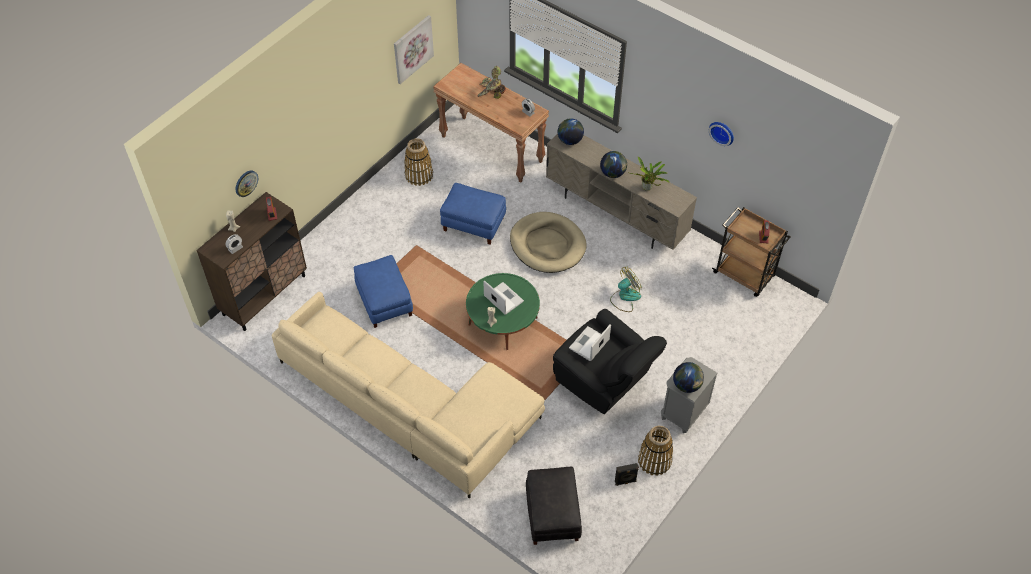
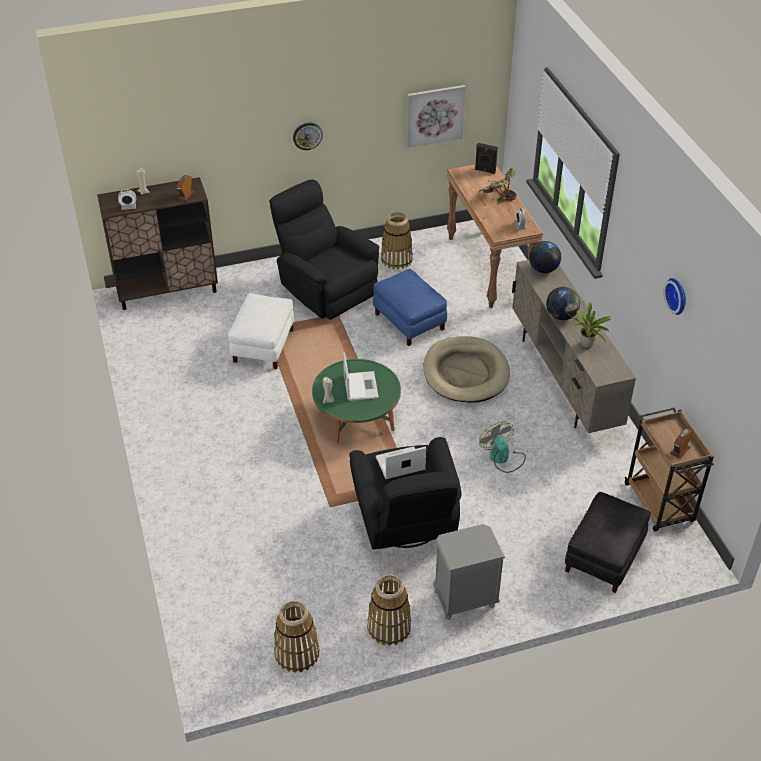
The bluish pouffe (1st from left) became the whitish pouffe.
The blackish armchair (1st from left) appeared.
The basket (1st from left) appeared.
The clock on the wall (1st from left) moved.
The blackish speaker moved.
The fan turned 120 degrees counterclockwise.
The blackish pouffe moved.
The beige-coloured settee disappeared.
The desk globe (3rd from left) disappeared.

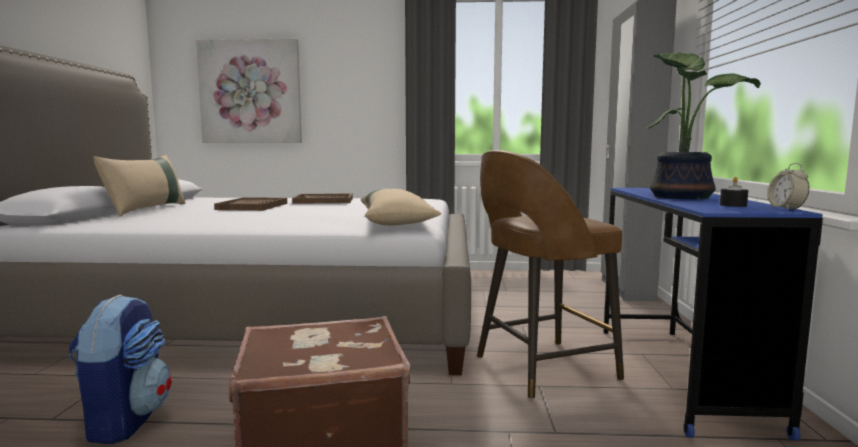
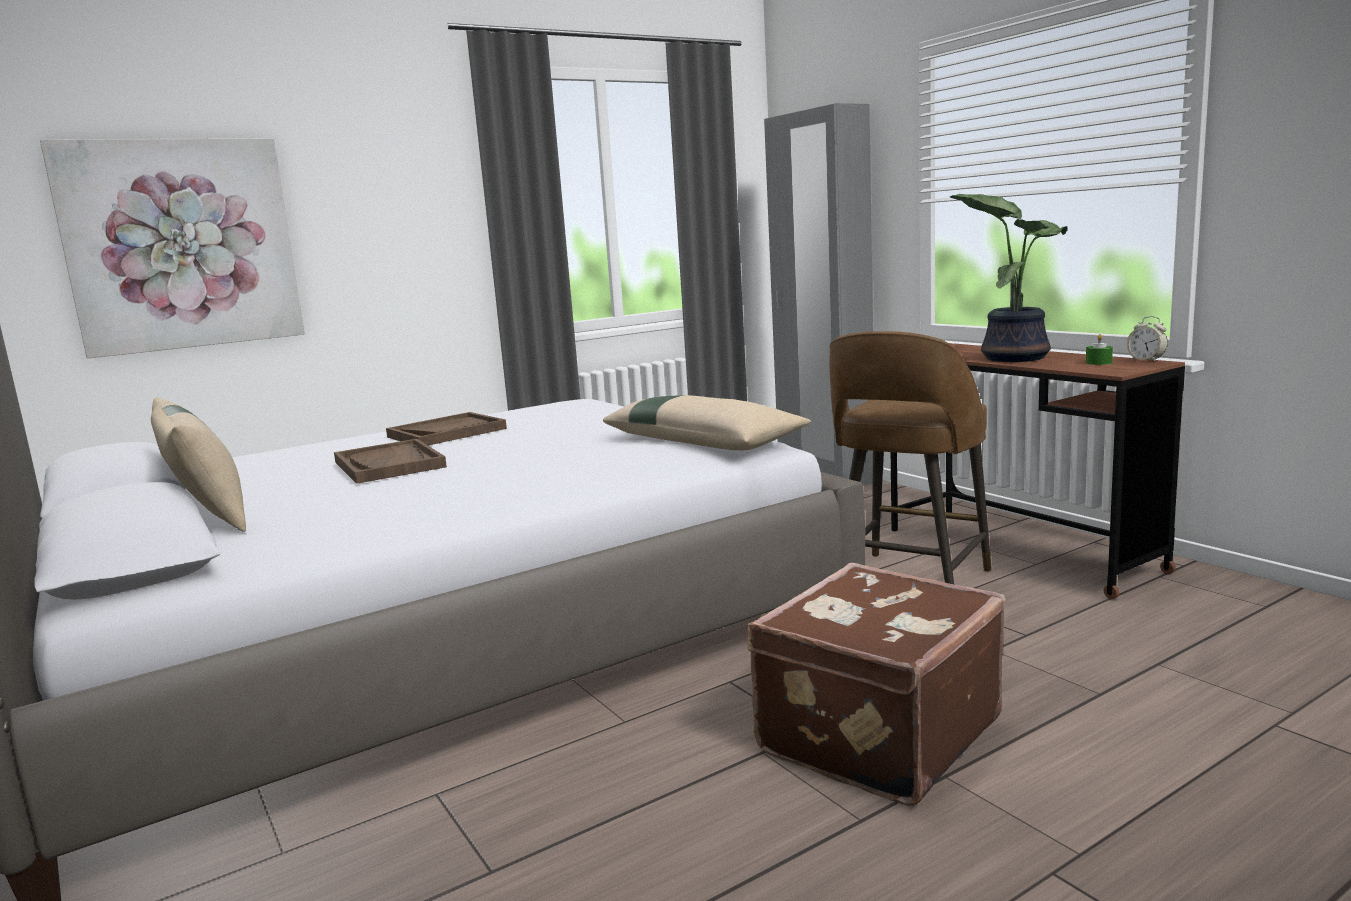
The bluish desk became the brown-coloured desk.
The blackish wax candle became the green-coloured wax candle.
The backpack disappeared.

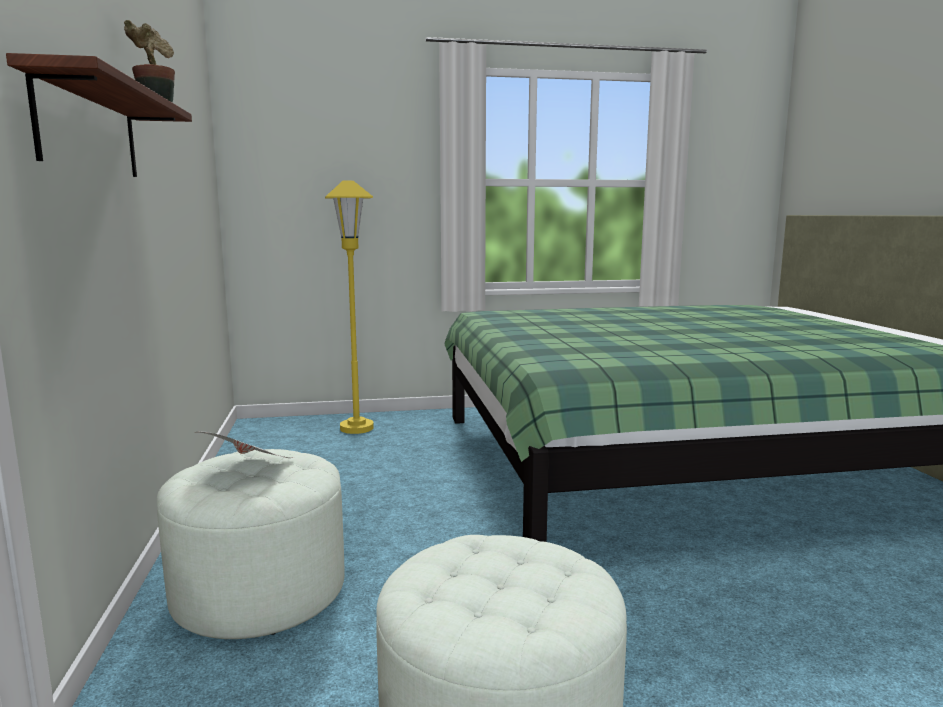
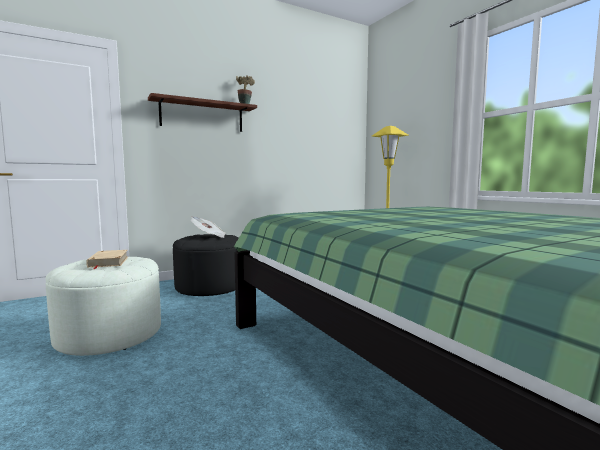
The beige-coloured volume appeared.
The whitish pouffe (1st from left) became the blackish pouffe.

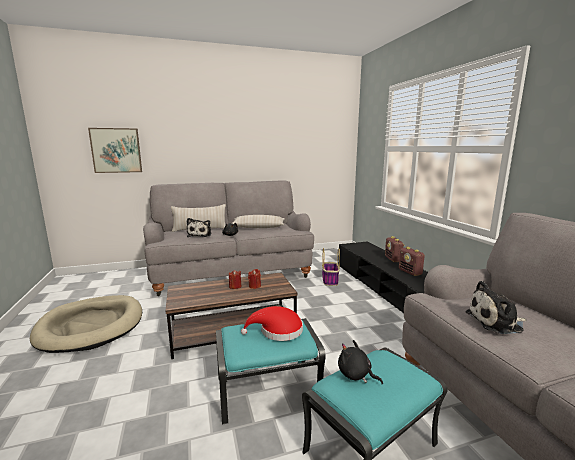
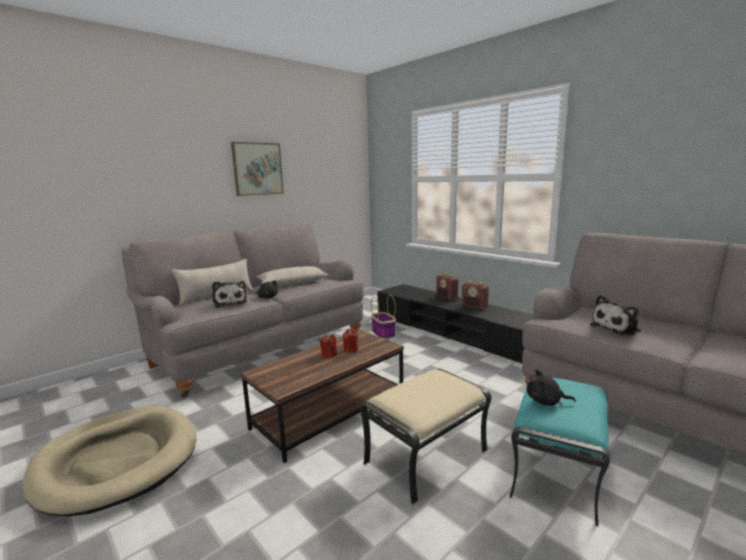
The picture moved.
The turquoise pouffe (1st from left) became the beige-coloured pouffe.
The red clothing hat disappeared.

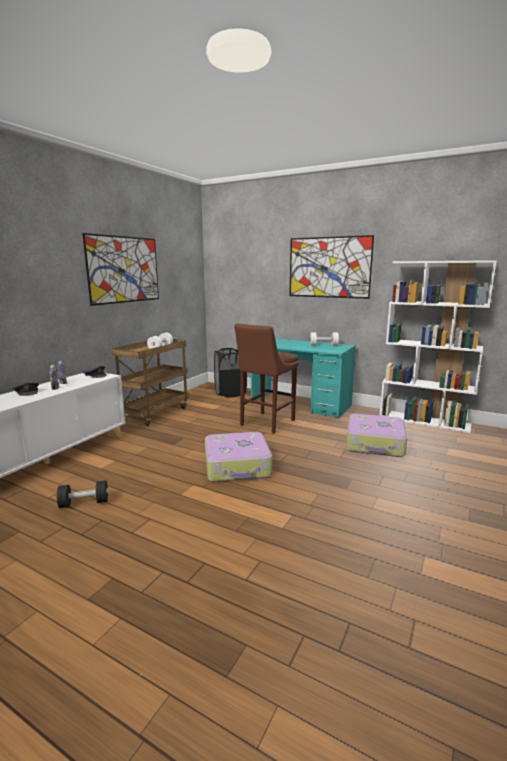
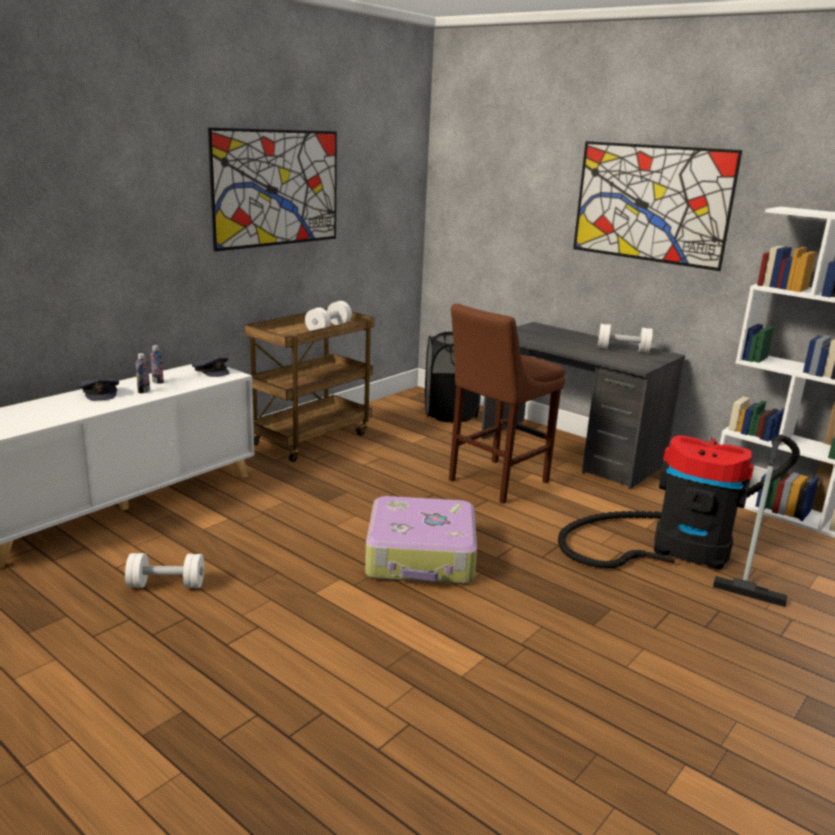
The blackish dumbbell became the whitish dumbbell (1st from left).
The turquoise desk became the grey desk.
The piece of luggage (2nd from left) was replaced by the vacuum.

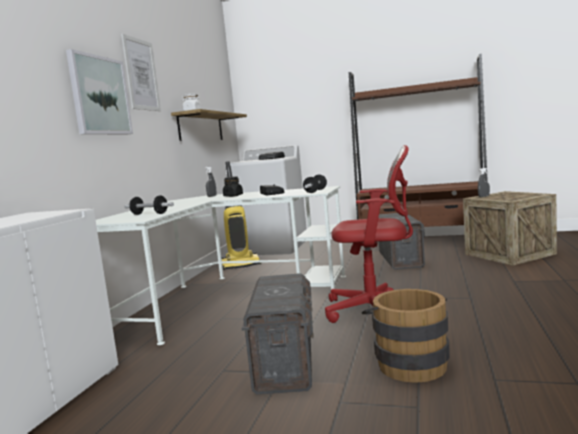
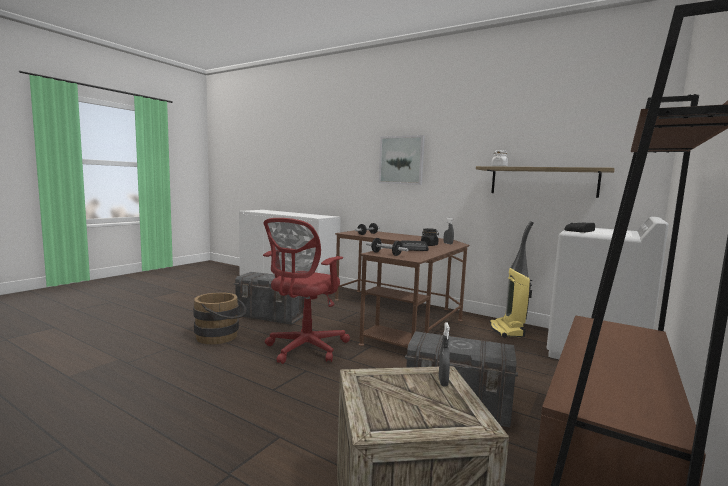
The whitish desk became the brown-coloured desk.
The picture (2nd from left) disappeared.

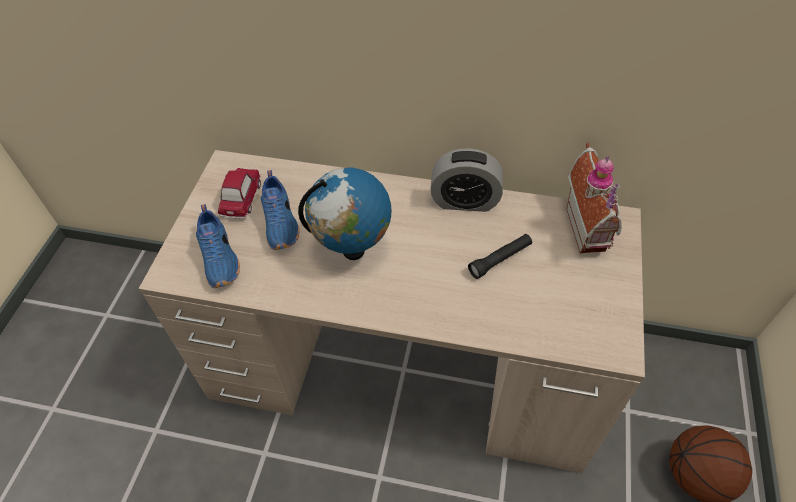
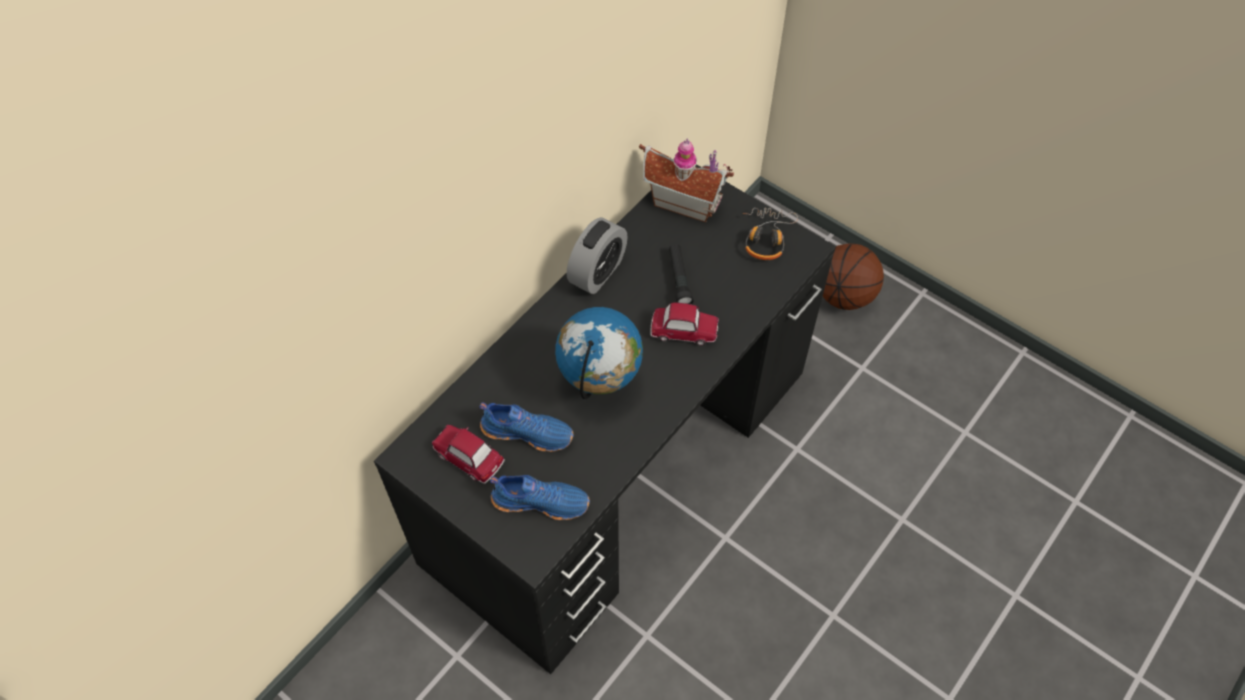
The beige-coloured desk became the blackish desk.
The toy car (2nd from left) appeared.
The headset appeared.

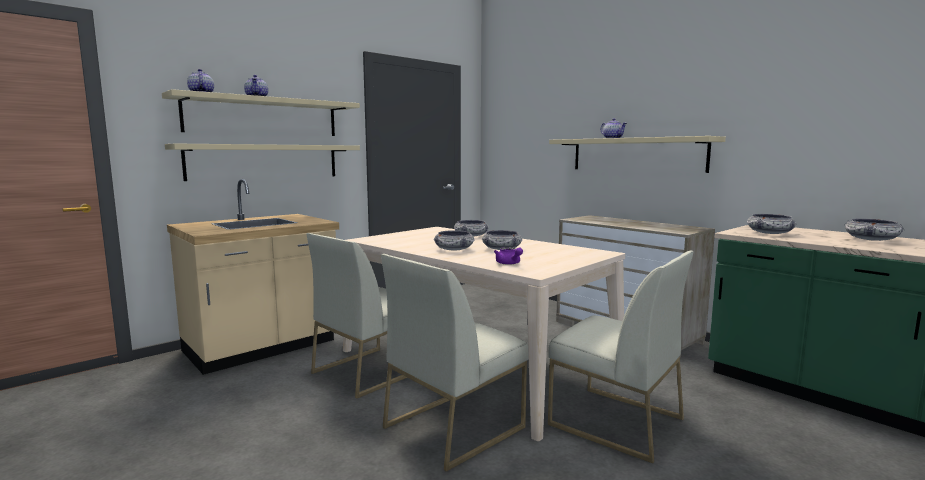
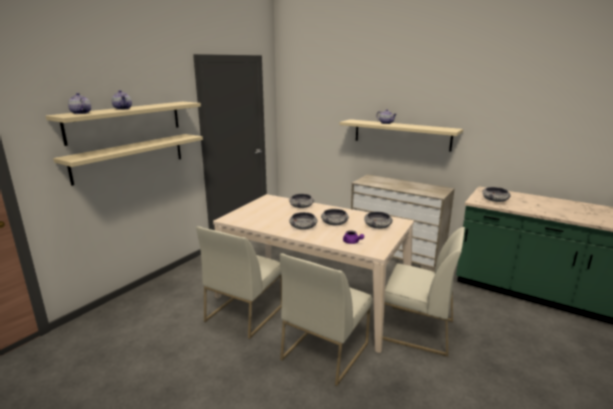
The serving bowl (5th from left in the first image) moved.
The beige-coloured counter disappeared.

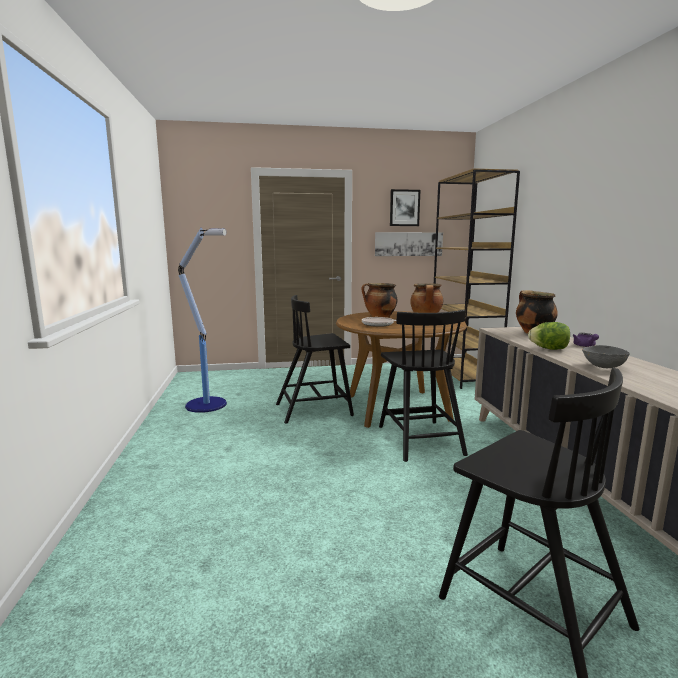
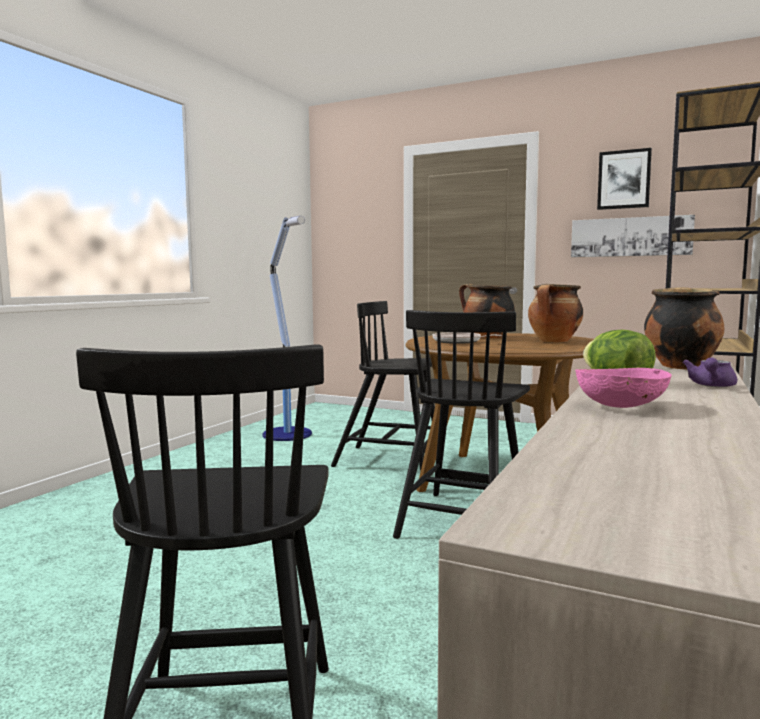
The grey serving bowl became the pink serving bowl.

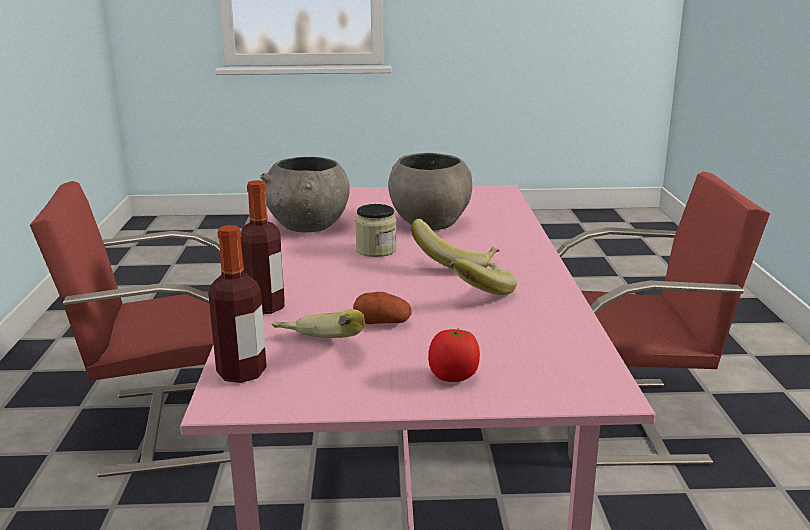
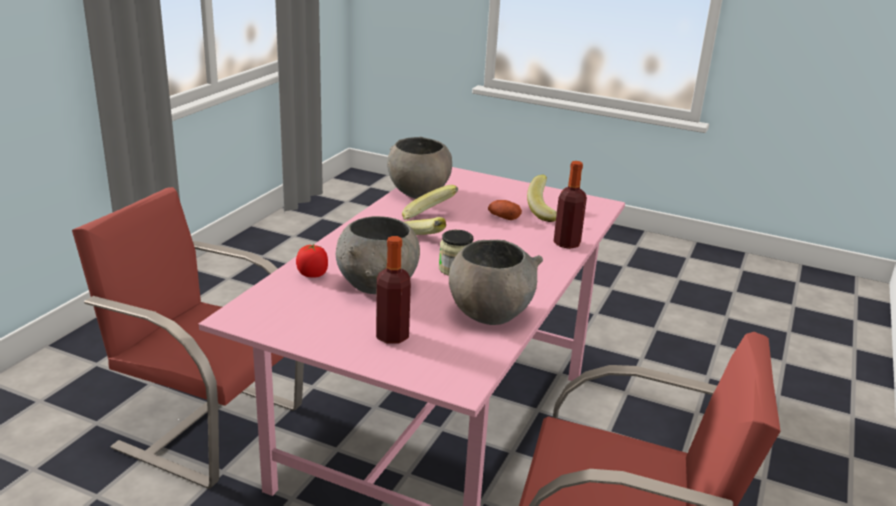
The fresh tomato moved.
The beverage bottle (1st from left) moved.
The grey serving bowl (2nd from left) appeared.

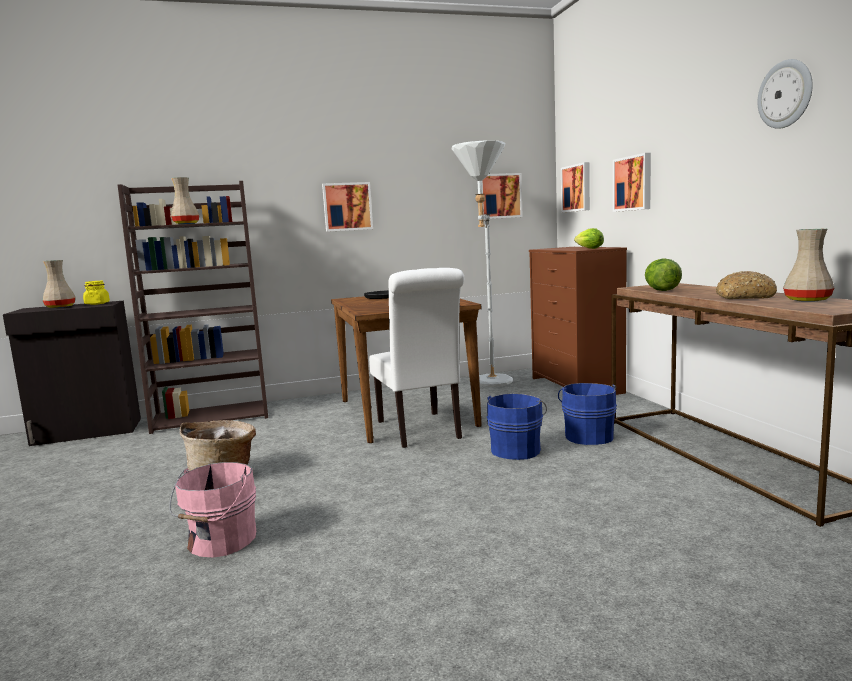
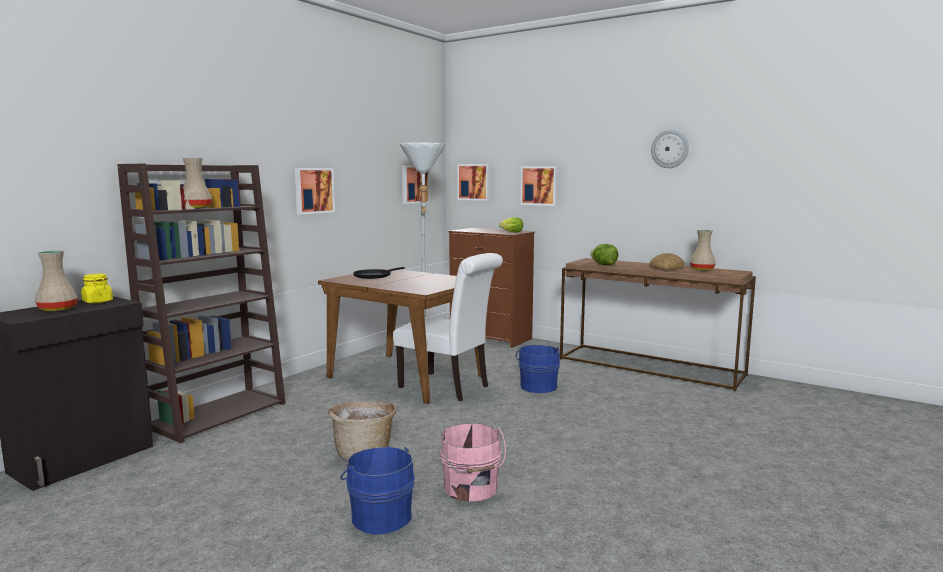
The bluish bucket (2nd from left in the first image) moved.

